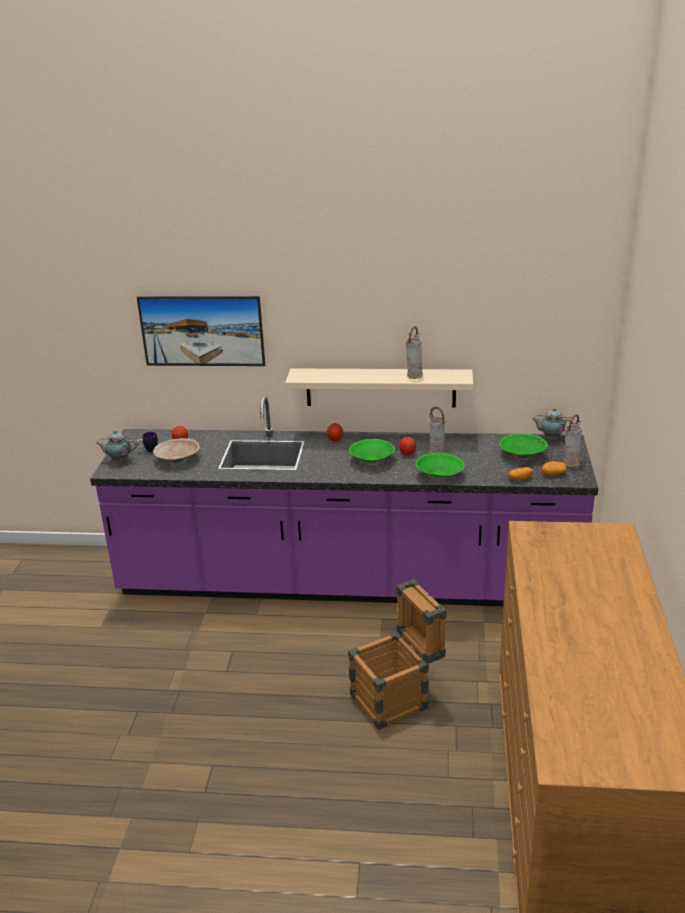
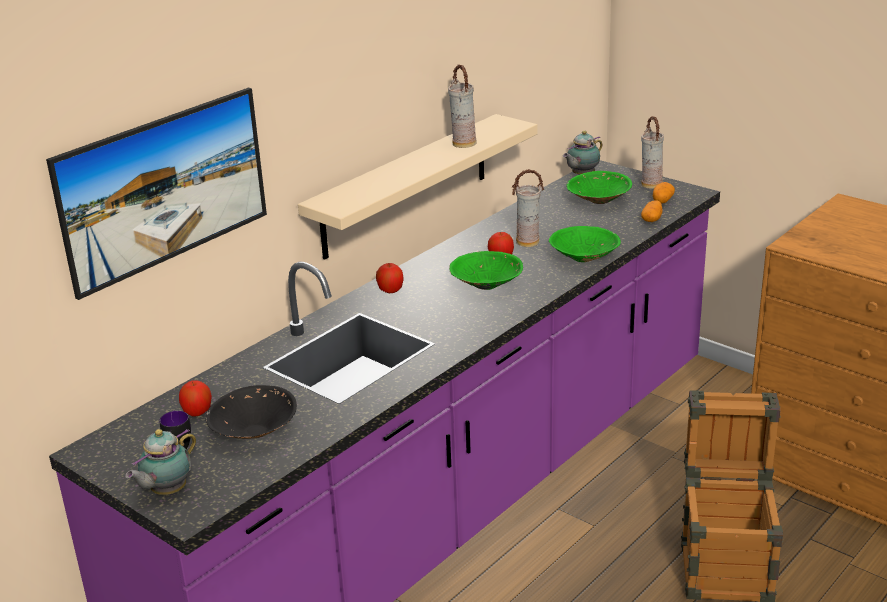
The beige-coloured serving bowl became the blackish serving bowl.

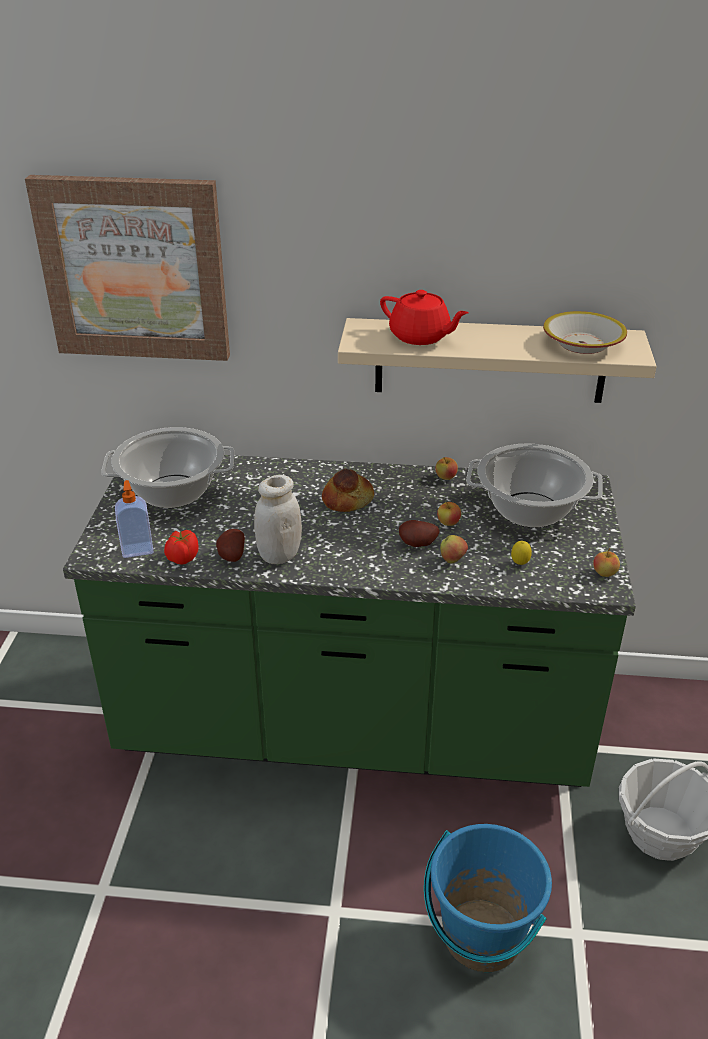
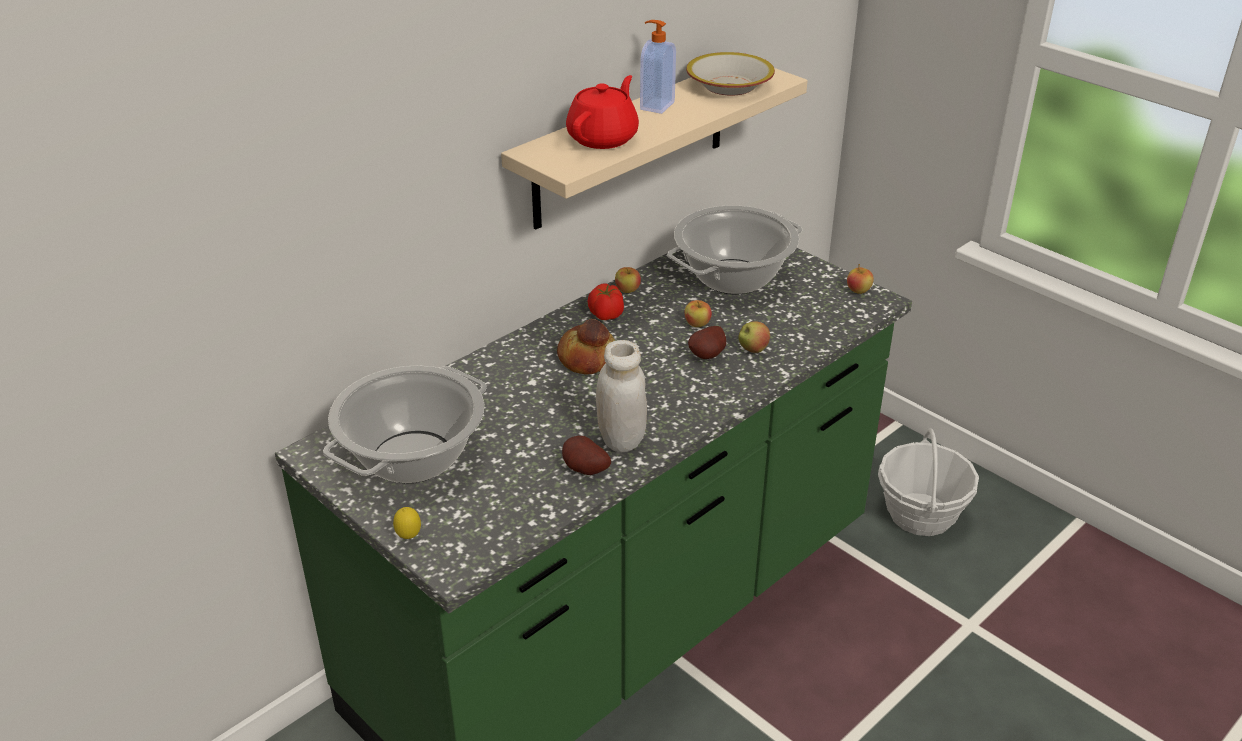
The citrus fruit moved.
The red tea pot turned 45 degrees counterclockwise.
The fresh tomato moved.
The soap bottle moved.
The picture disappeared.
The bluish bucket disappeared.

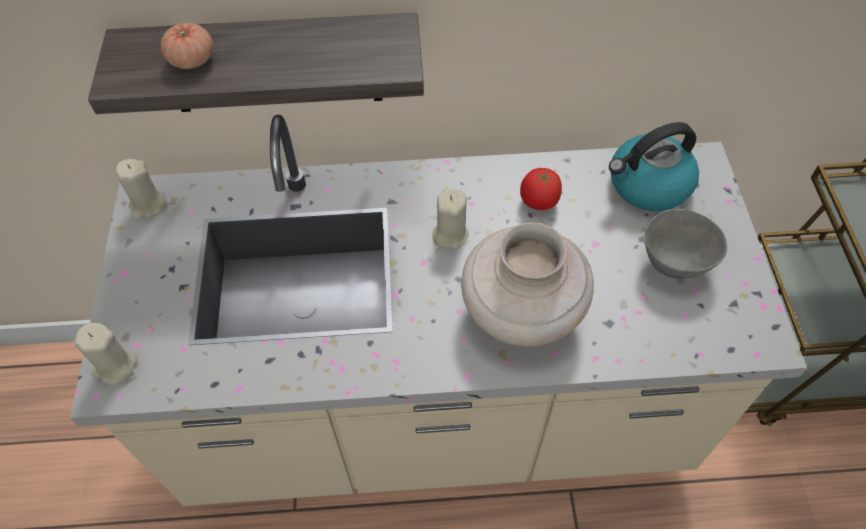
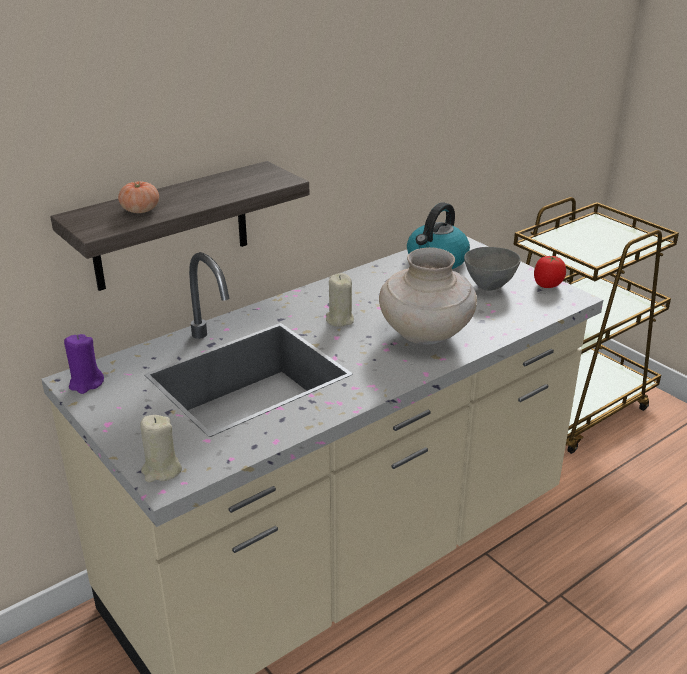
The beige-coloured wax candle (2nd from left) became the purple-coloured wax candle.
The fresh tomato (2nd from left) moved.

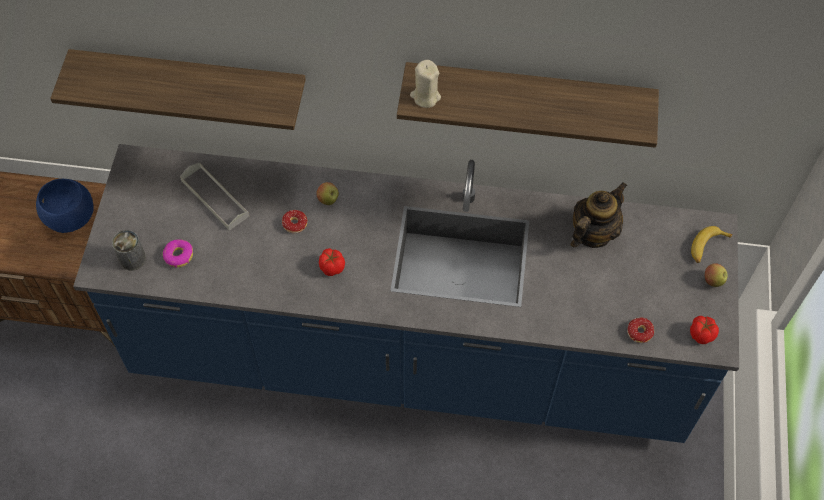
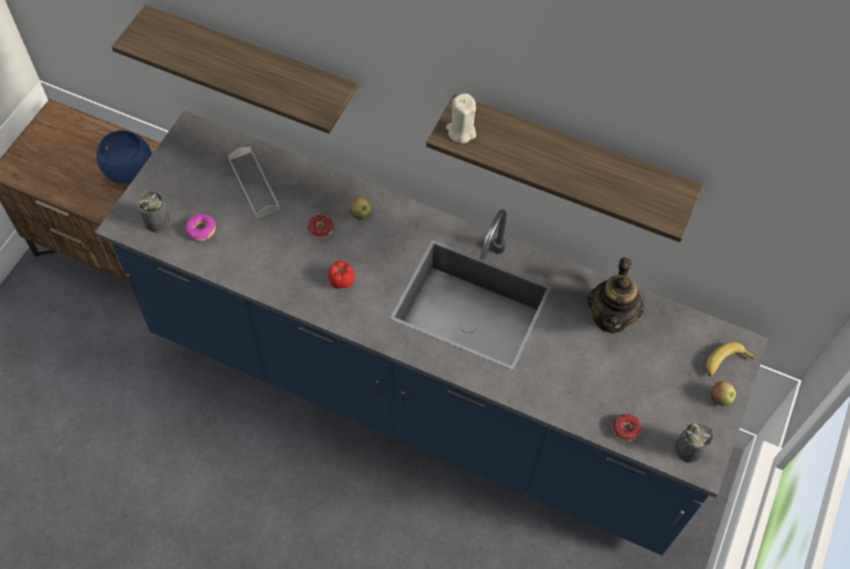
The tea pot turned 135 degrees clockwise.
The fresh tomato (2nd from left) was replaced by the sealed can (2nd from left).

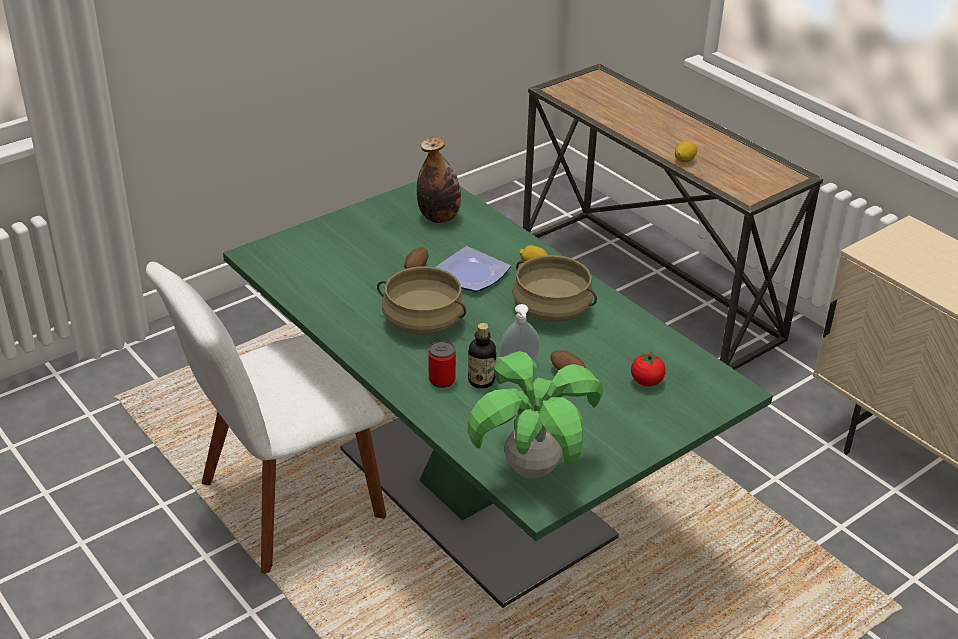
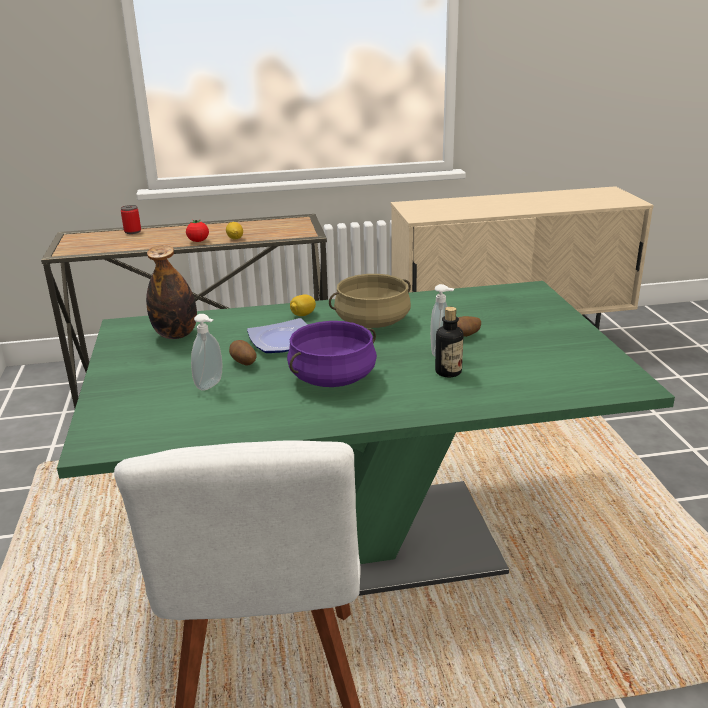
The sealed can moved.
The fresh tomato moved.
The soap bottle (1st from left) appeared.
The beige-coloured stockpot (1st from left) became the purple-coloured stockpot.
The plant in a pot disappeared.

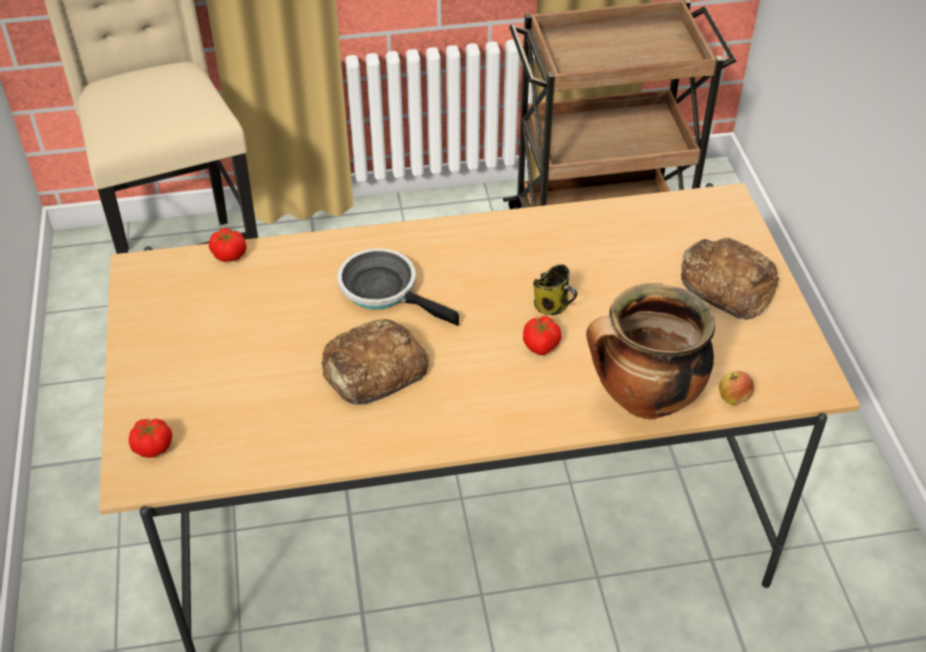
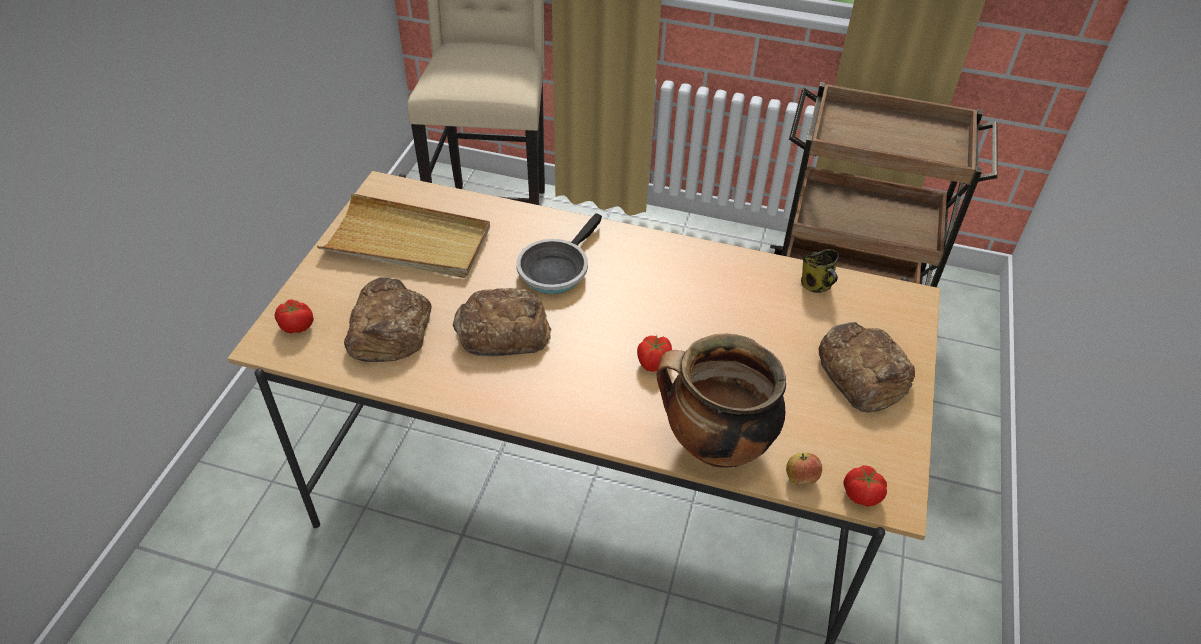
The beige-coloured tray appeared.
The bread (1st from left) appeared.
The pan turned 120 degrees counterclockwise.
The tea mug moved.
The fresh tomato (2nd from left in the first image) moved.

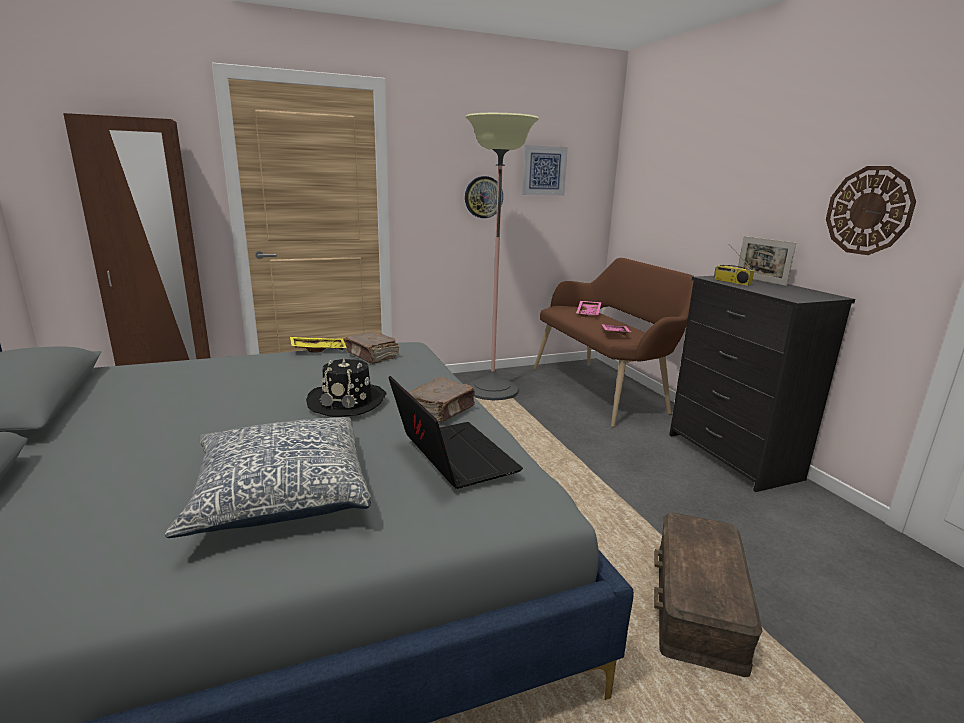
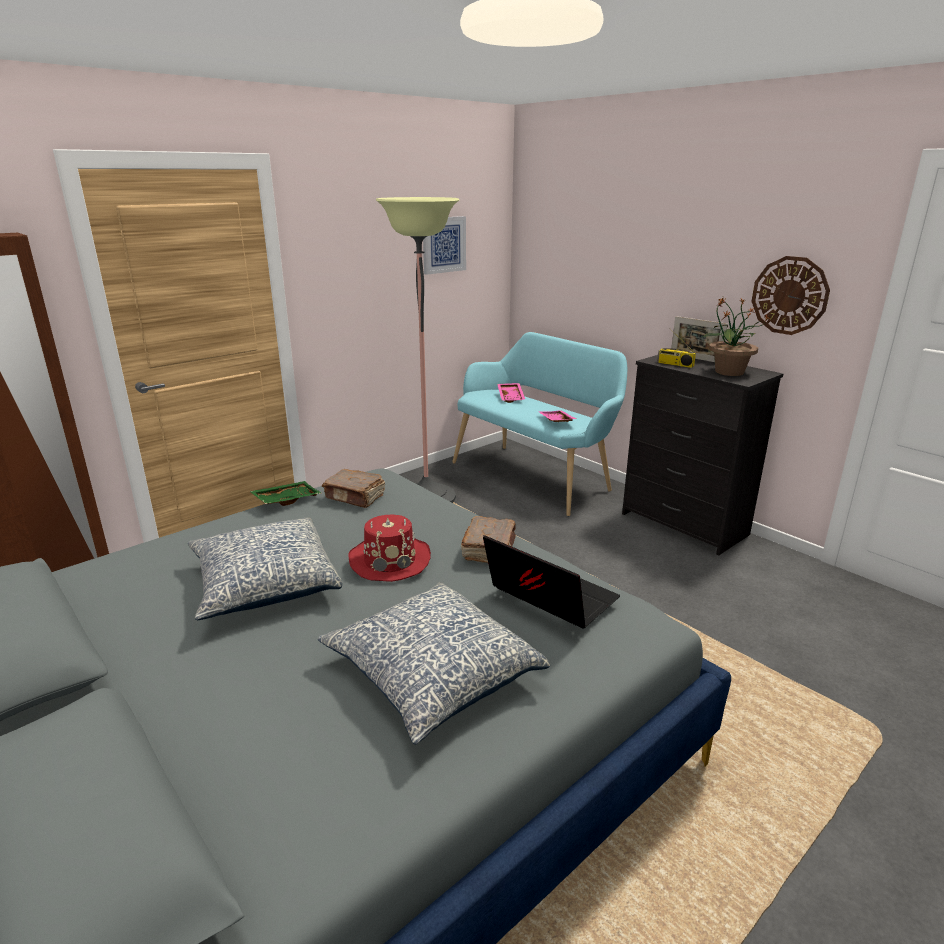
The cushion (1st from left) appeared.
The yellow tray became the green-coloured tray.
The blackish clothing hat became the red clothing hat.
The brown-coloured long seat became the turquoise long seat.
The plant in a pot appeared.
The clock on the wall (1st from left) disappeared.
The brown-coloured storage box disappeared.

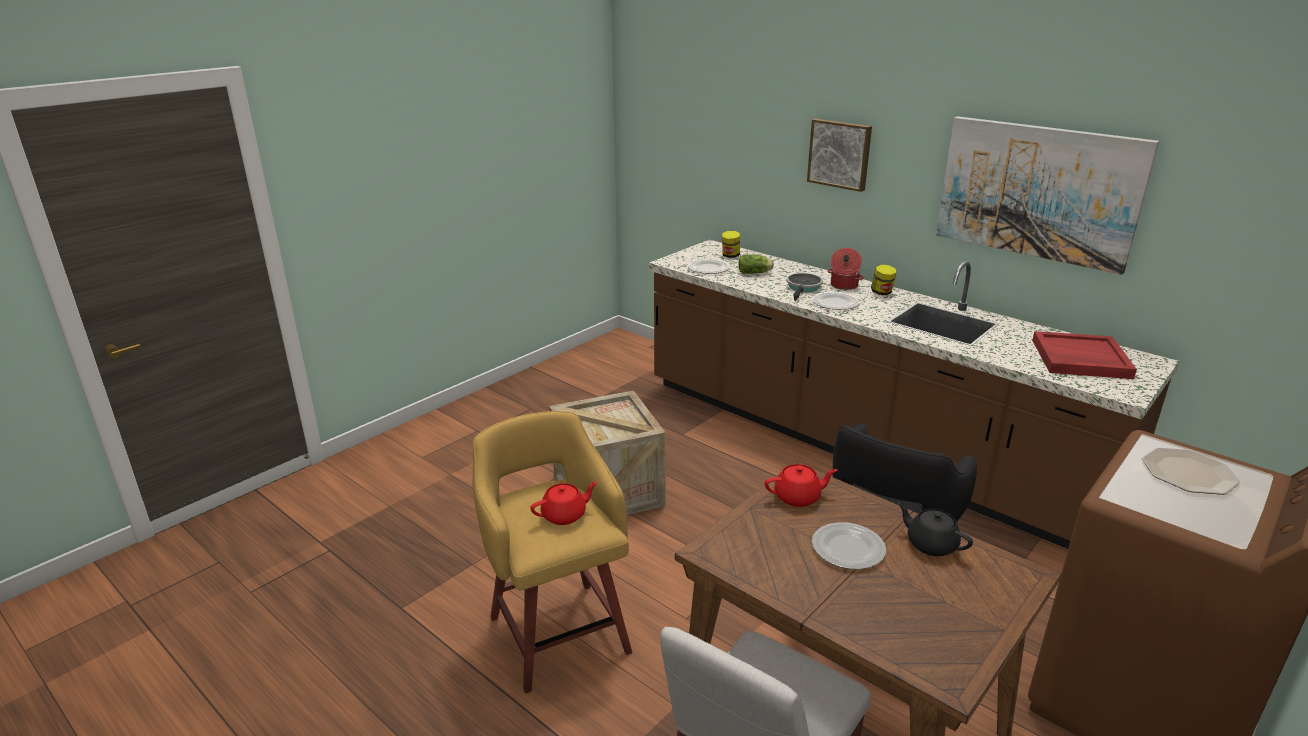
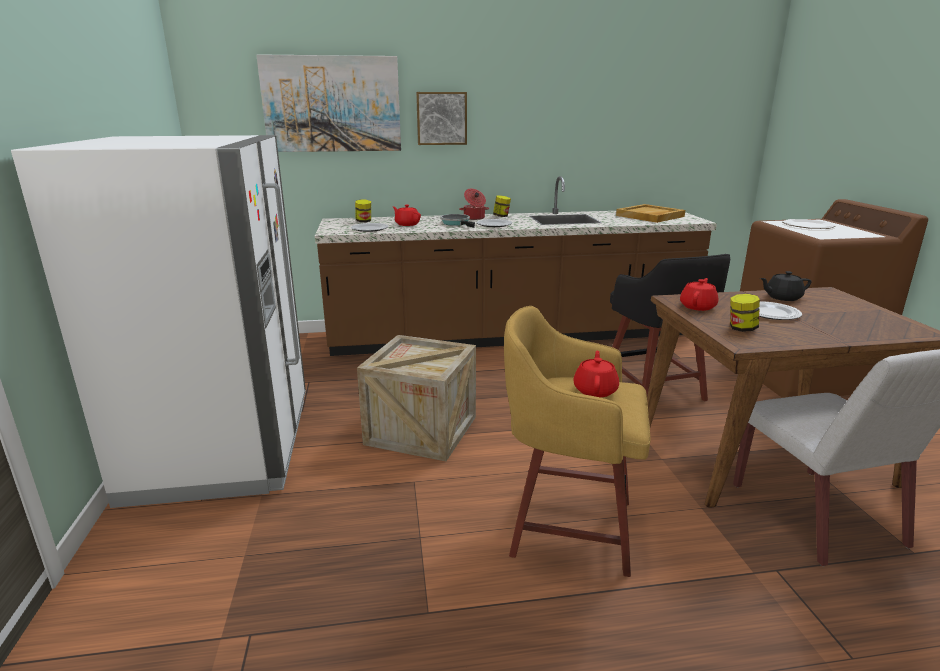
The whitish refrigerator appeared.
The picture (2nd from left in the first image) moved.
The lettuce was replaced by the red tea pot (1st from left).
The red tray became the beige-coloured tray.
The storage jar (3rd from left) appeared.

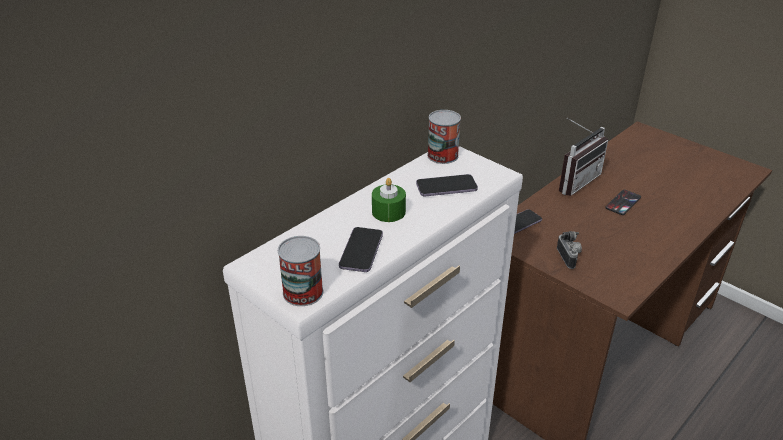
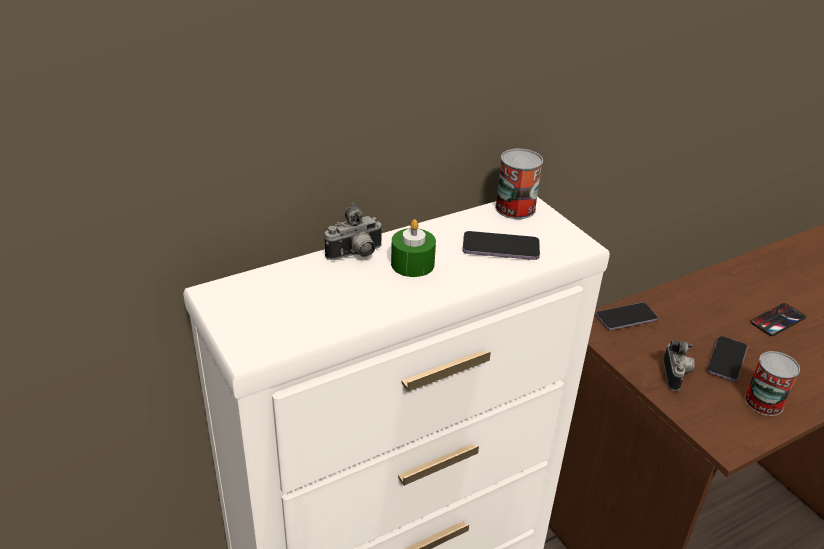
The still camera (1st from left) appeared.
The phone (1st from left in the first image) moved.
The sealed can (1st from left in the first image) moved.
The radio disappeared.

